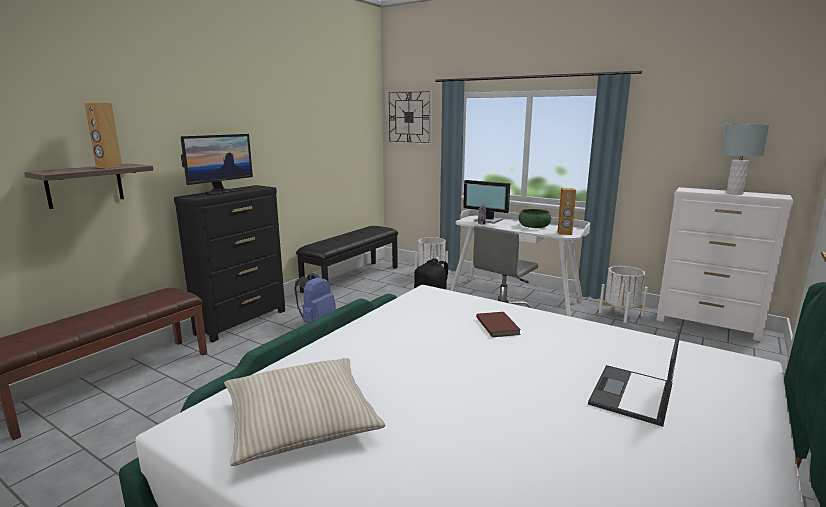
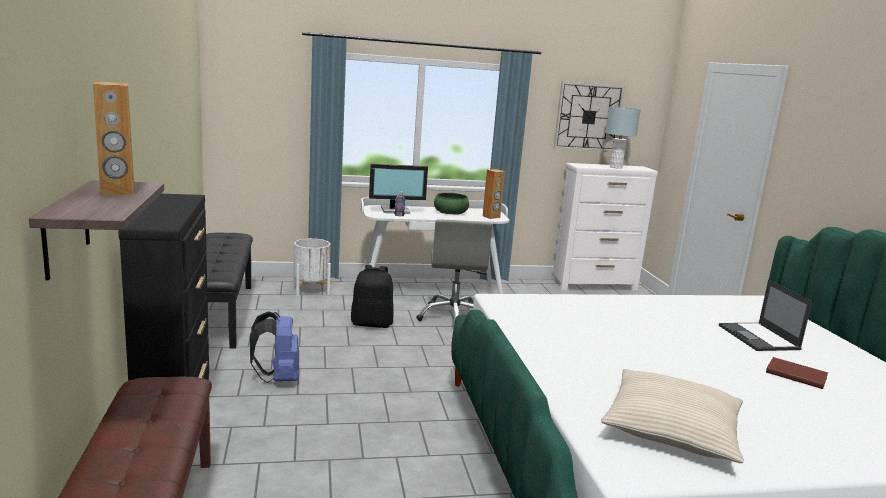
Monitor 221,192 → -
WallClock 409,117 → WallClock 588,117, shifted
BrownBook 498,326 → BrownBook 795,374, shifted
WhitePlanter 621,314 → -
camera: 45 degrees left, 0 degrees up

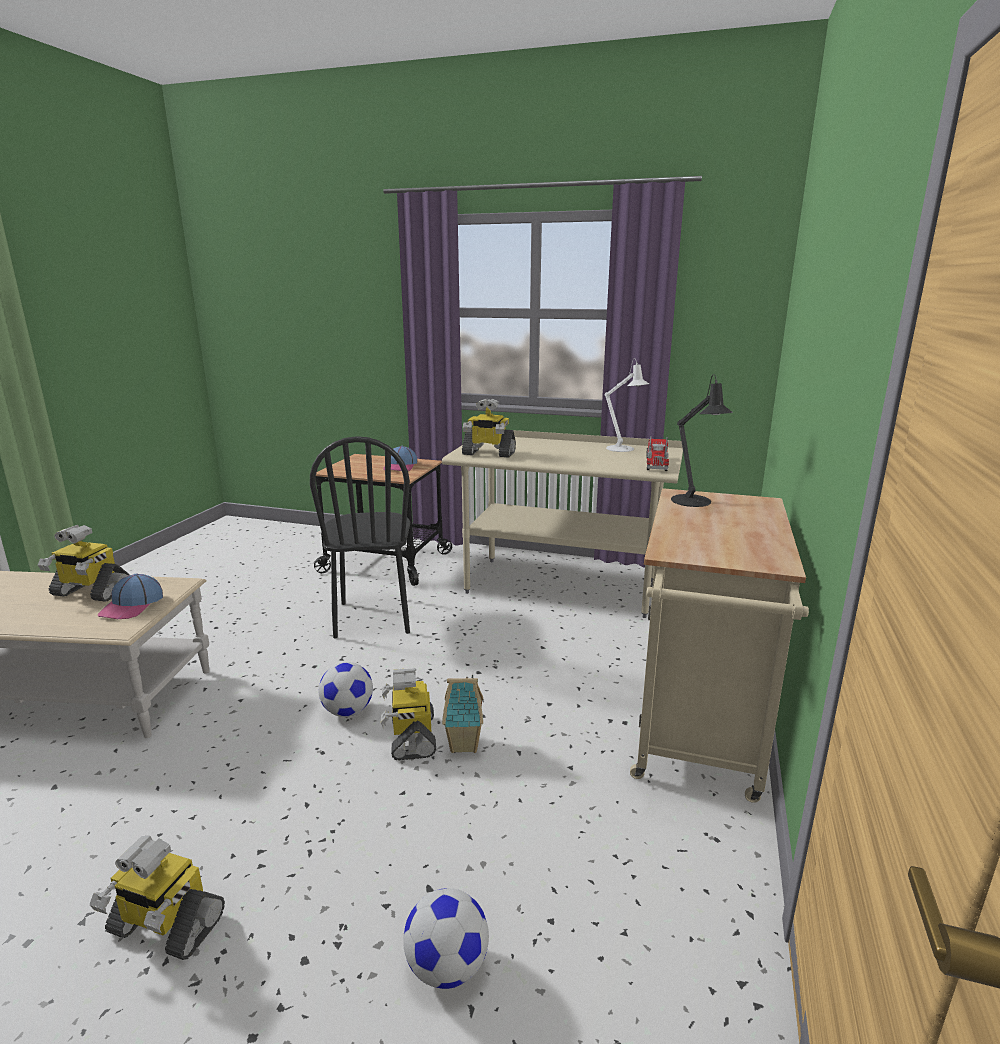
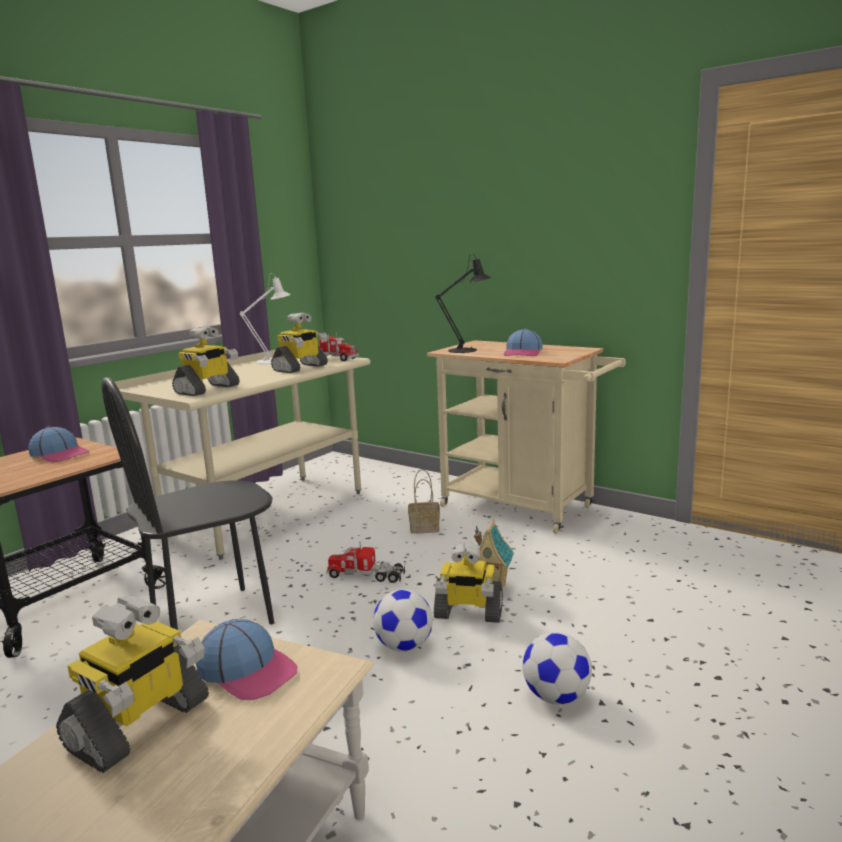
ToyRobot 165,926 → ToyRobot 301,368, shifted
BlackChair 373,618 → BlackChair 212,620, 135 degrees clockwise
Football 447,967 → Football 556,697, shifted
- → ToyTruck 366,575
- → Basket 425,527
- → Cap 523,353
camera: 70 degrees left, 5 degrees down

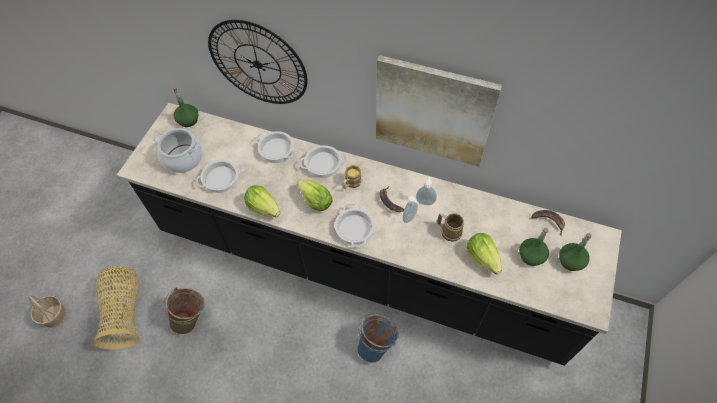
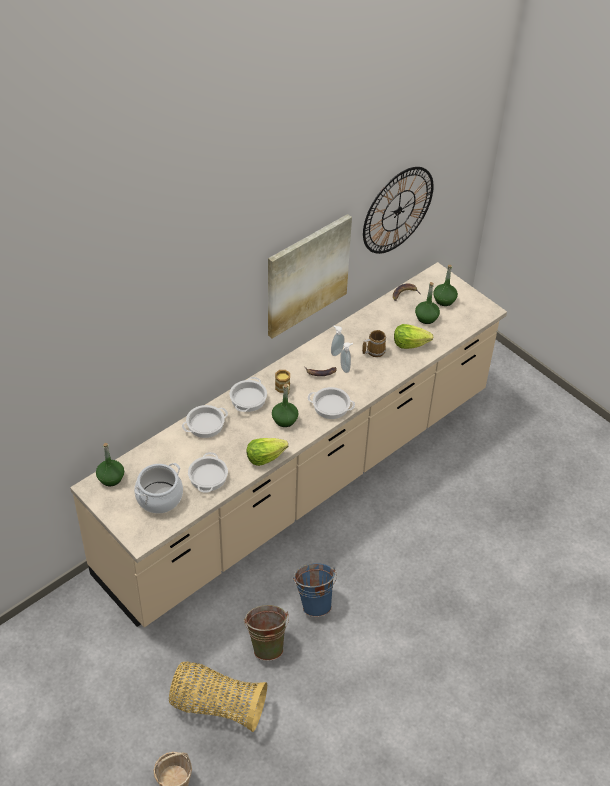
BlackCounter 360,265 → BeigeCounter 301,481
WallClock 257,64 → WallClock 398,210, shifted
Lettuce 316,201 → GreenBottle 285,420
BlueBucket 377,346 → BlueBucket 314,601, shifted
camera: 65 degrees left, 10 degrees down

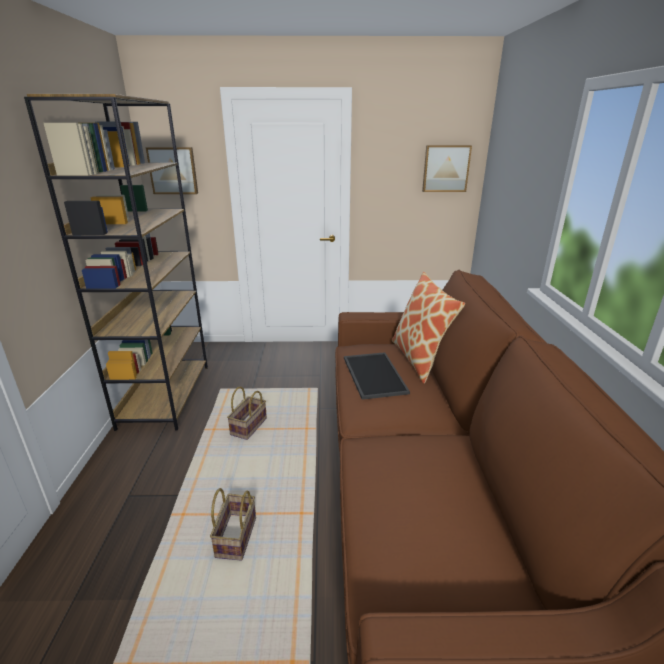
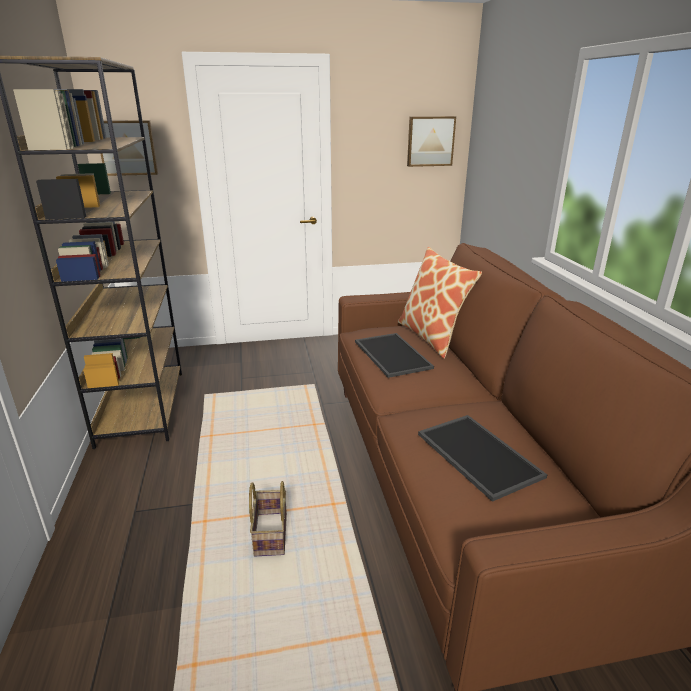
Basket 249,427 → -
- → Tray 476,455
camera: 10 degrees left, 0 degrees up

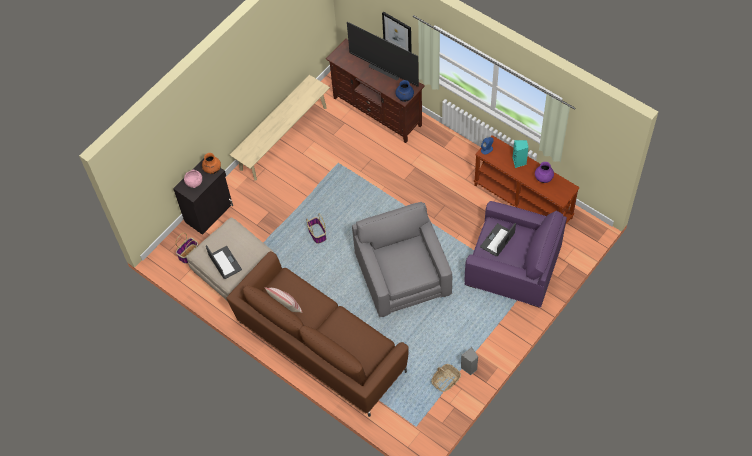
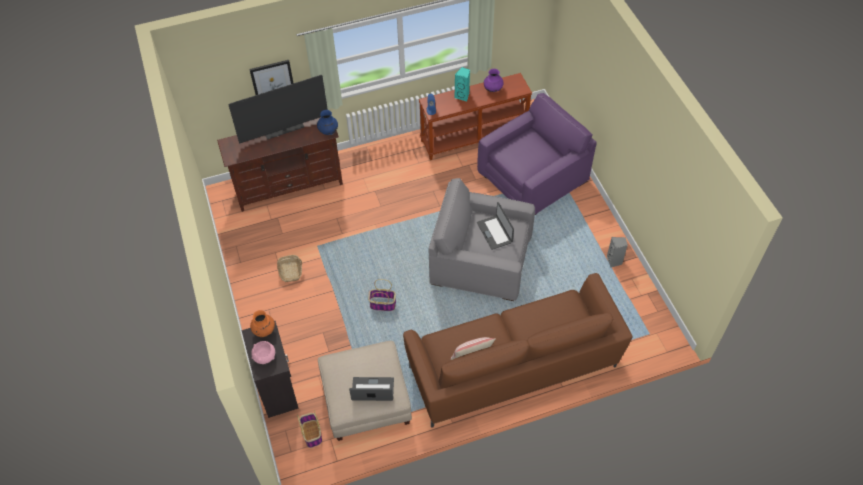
BeigeBench 283,138 → -
Basket 446,380 → Basket 290,271, shifted
Laptop 497,240 → Laptop 495,232, shifted
camera: 60 degrees left, 5 degrees down

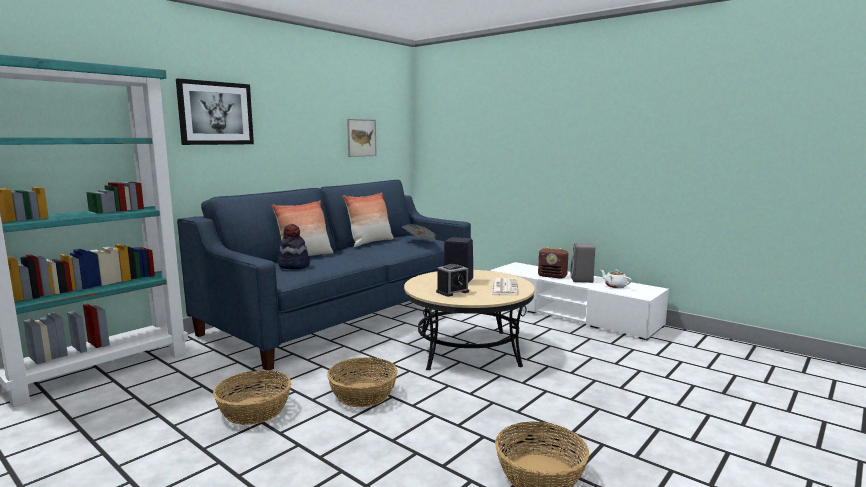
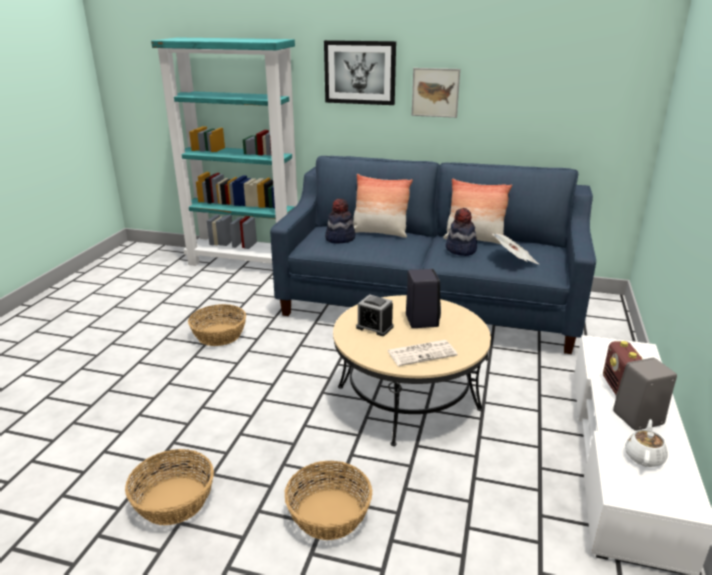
Basket 363,394 → Basket 329,514, shifted
Picture 361,137 → Picture 435,92, shifted
- → Hat 460,250
camera: 65 degrees right, 15 degrees up

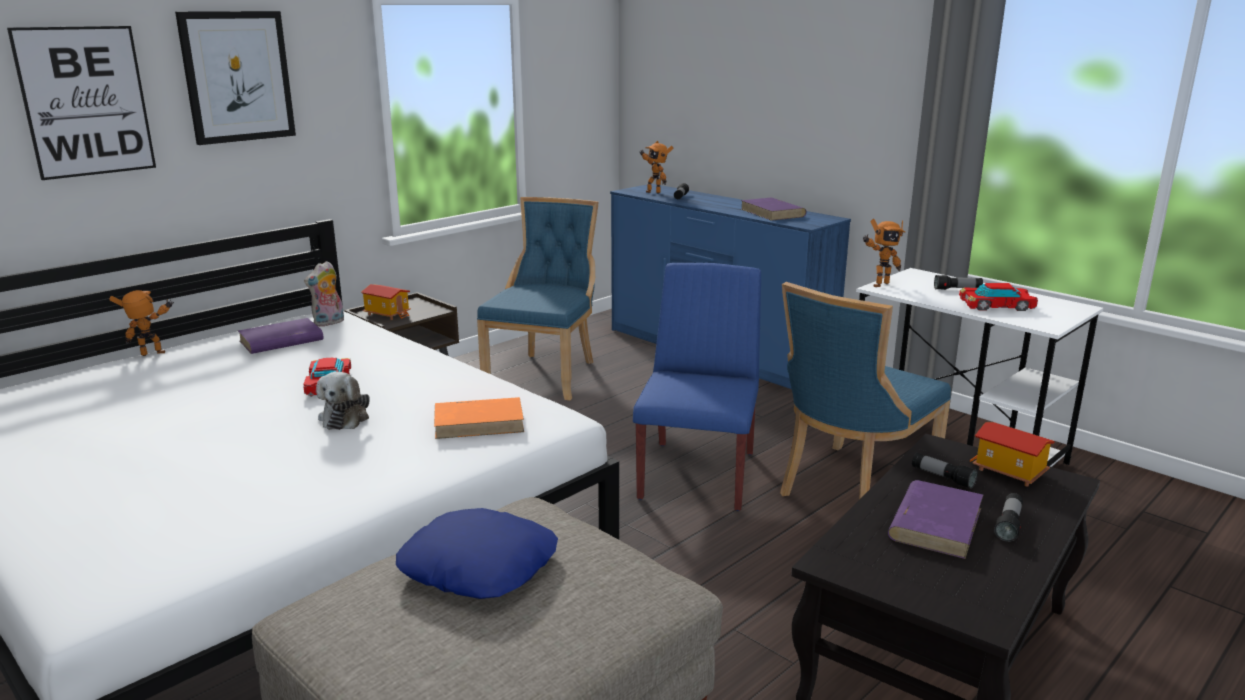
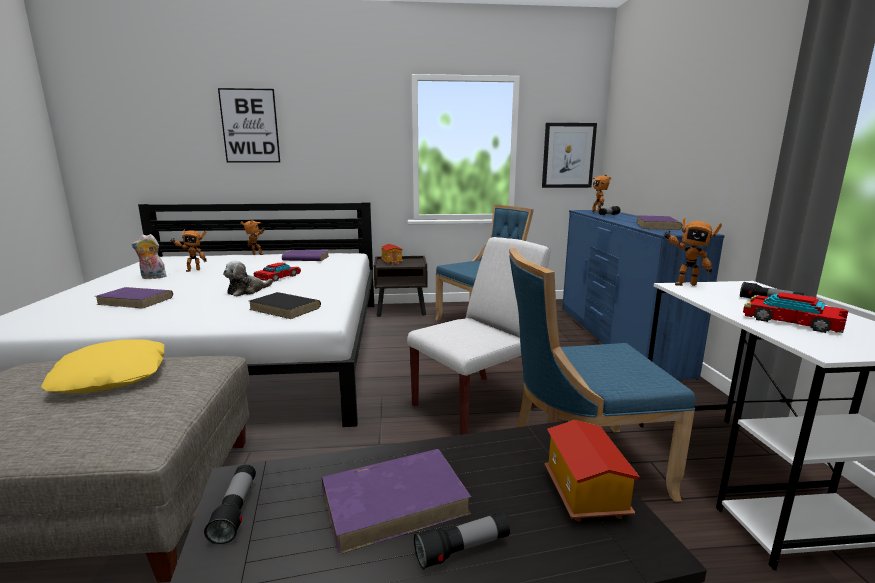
Picture 237,77 → Picture 568,155, shifted
PlushToy 329,323 → PlushToy 152,277, shifted
BluePillow 479,566 → YellowPillow 113,376
OrangeBook 480,422 → BlackBook 285,308
BlueChair 698,474 → WhiteChair 476,406
Flashlight 942,478 → Flashlight 235,511, shifted
- → PurpleBook 136,301
- → ToyRobot 192,270
camera: 40 degrees right, 5 degrees down

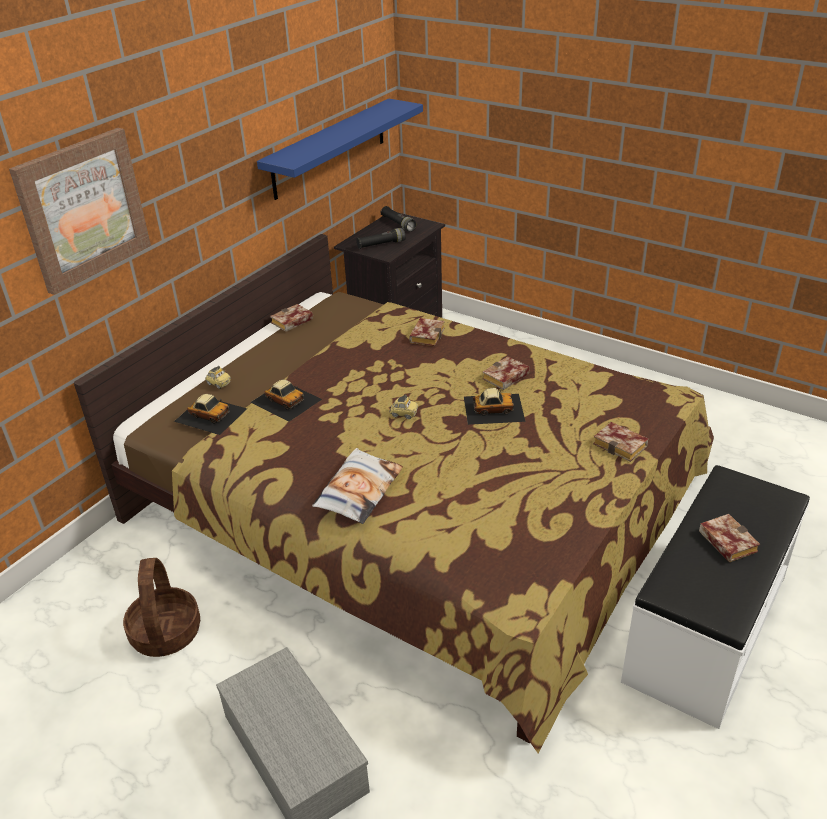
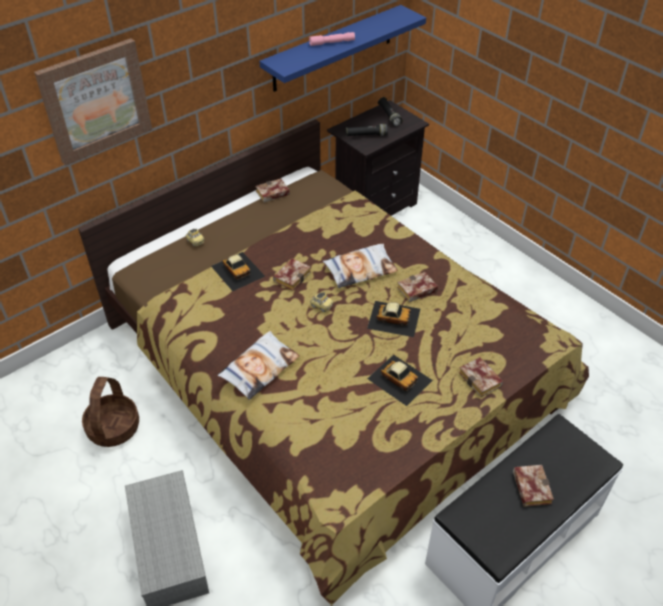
ToyCar 210,414 → ToyCar 399,379, shifted
Book 426,335 → Book 292,276, shifted
- → PinkFlashlight 332,43
- → Pillow 360,269
camera: 15 degrees right, 10 degrees up

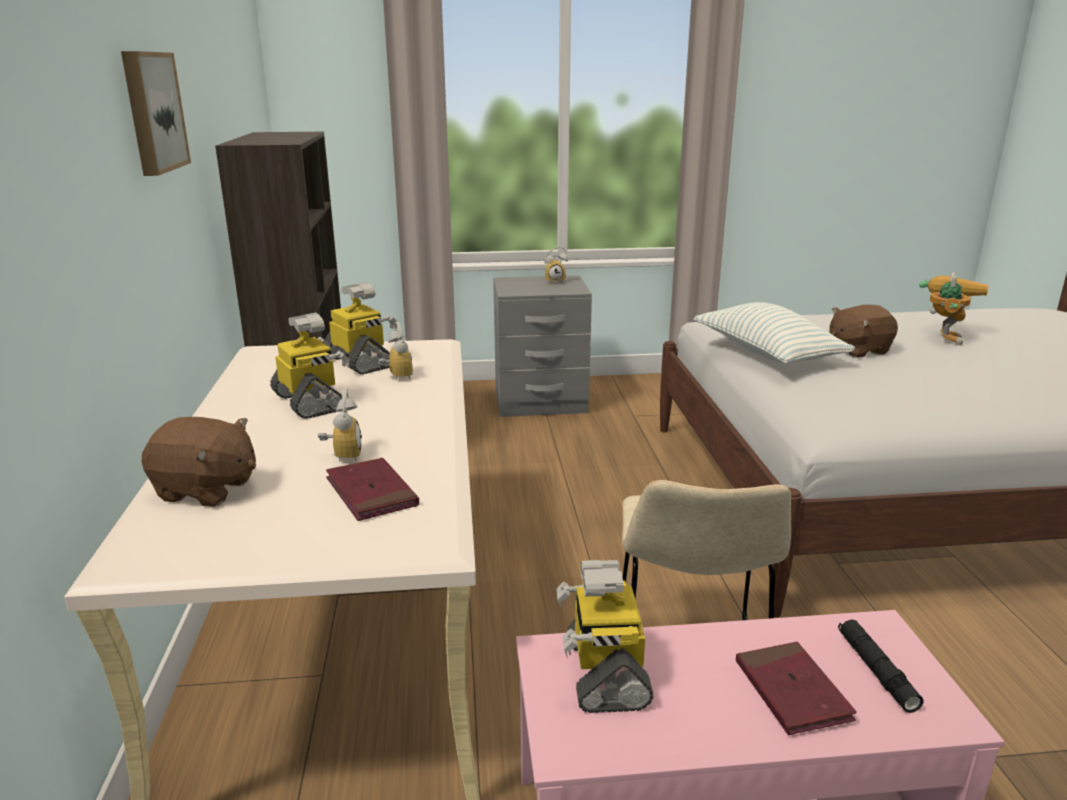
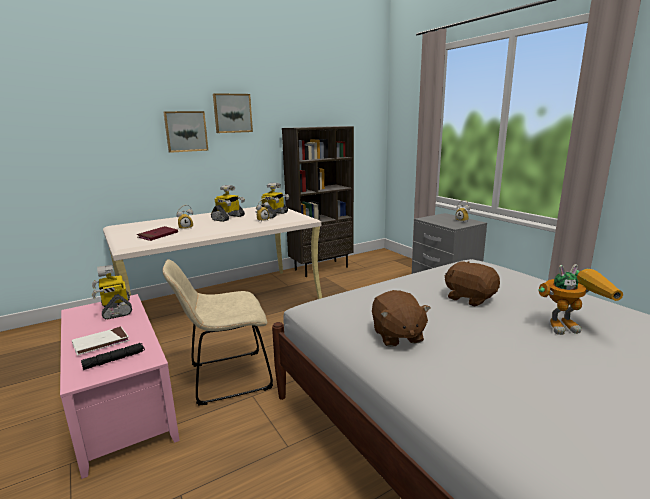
BrownPlushToy 206,490 → BrownPlushToy 397,336, shifted
ToyRobot 604,671 → ToyRobot 116,309, 90 degrees counterclockwise
Pillow 767,354 → -
RedBook 792,691 → WhiteBook 101,343
- → Picture 186,131
camera: 65 degrees right, 5 degrees down

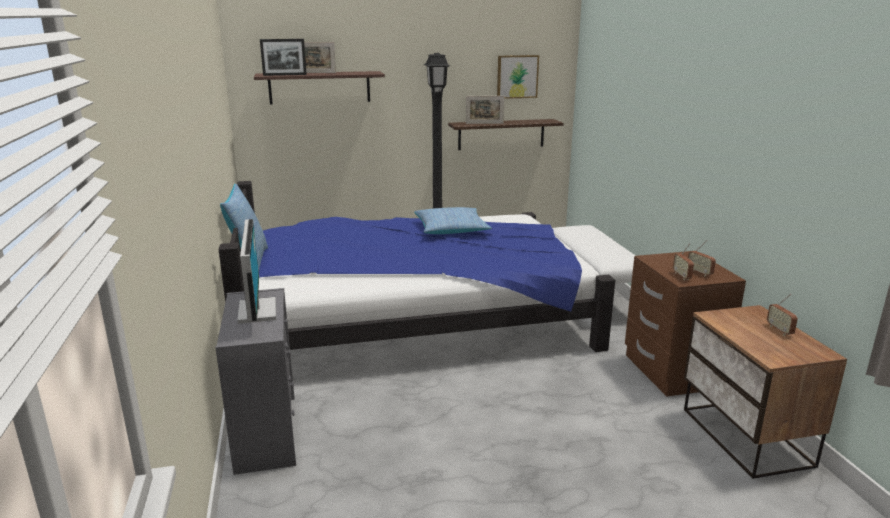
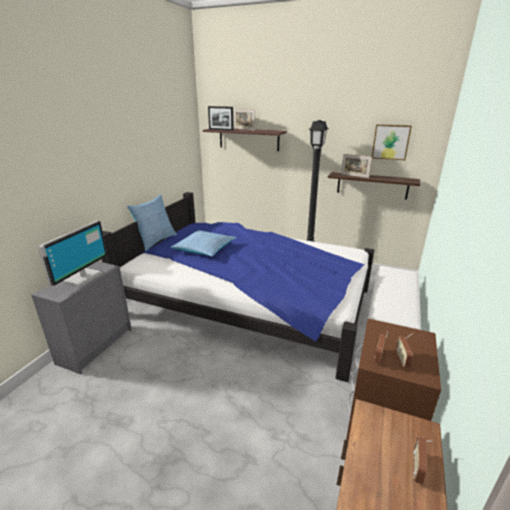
Pillow 451,229 → Pillow 204,248, shifted
camera: 35 degrees right, 5 degrees up

